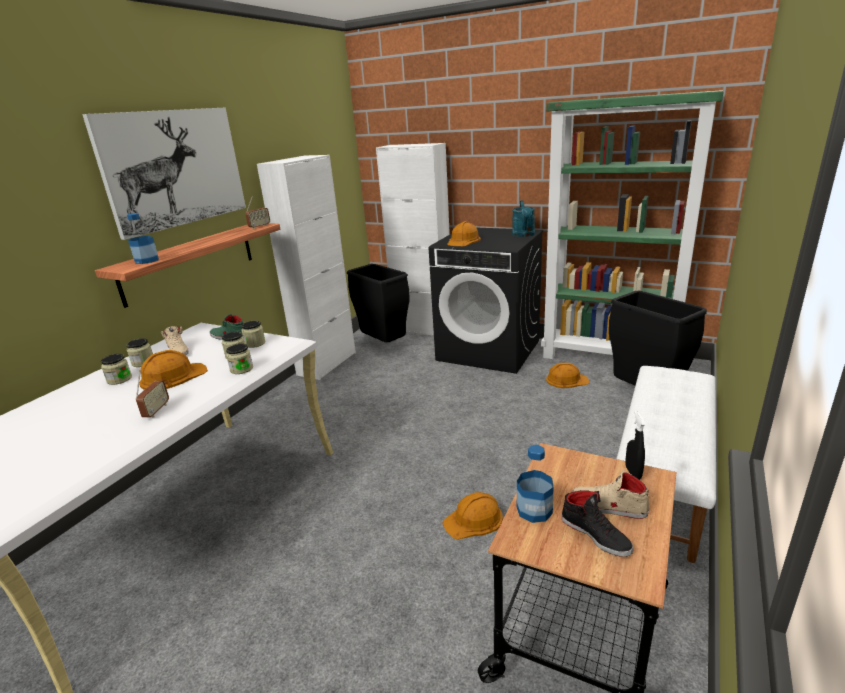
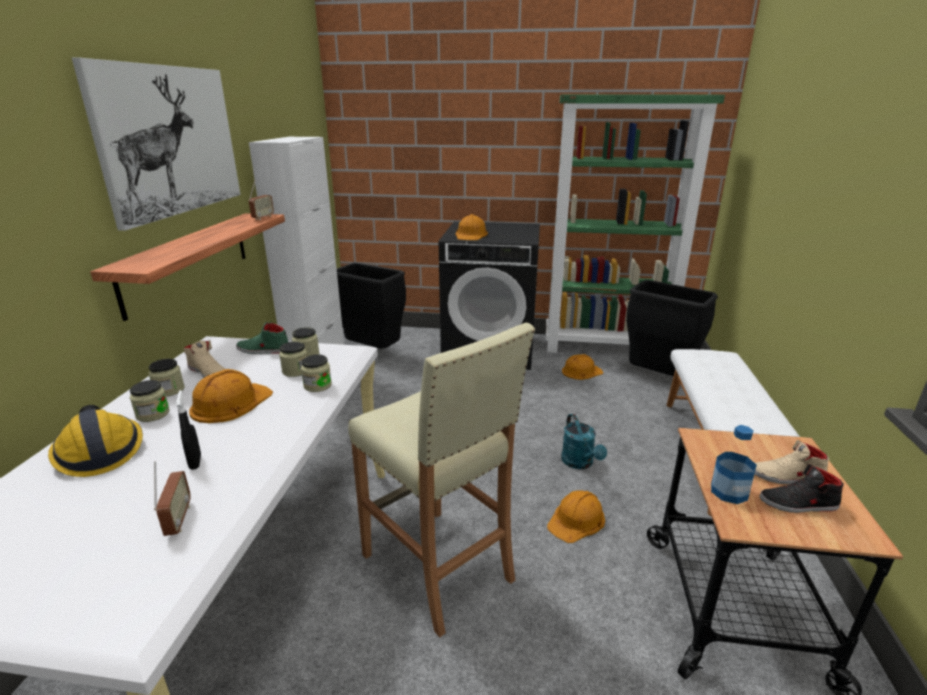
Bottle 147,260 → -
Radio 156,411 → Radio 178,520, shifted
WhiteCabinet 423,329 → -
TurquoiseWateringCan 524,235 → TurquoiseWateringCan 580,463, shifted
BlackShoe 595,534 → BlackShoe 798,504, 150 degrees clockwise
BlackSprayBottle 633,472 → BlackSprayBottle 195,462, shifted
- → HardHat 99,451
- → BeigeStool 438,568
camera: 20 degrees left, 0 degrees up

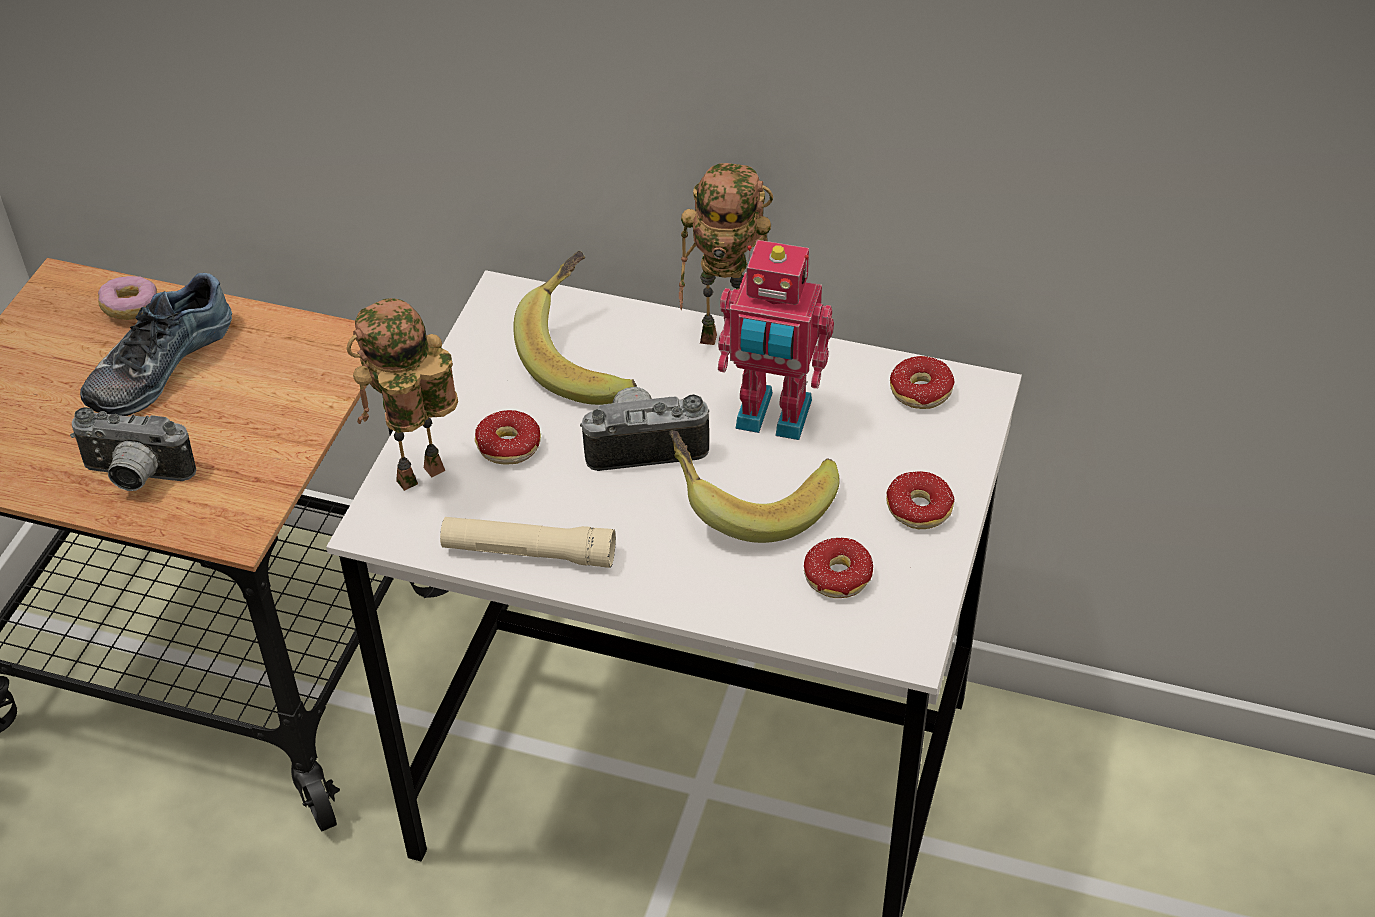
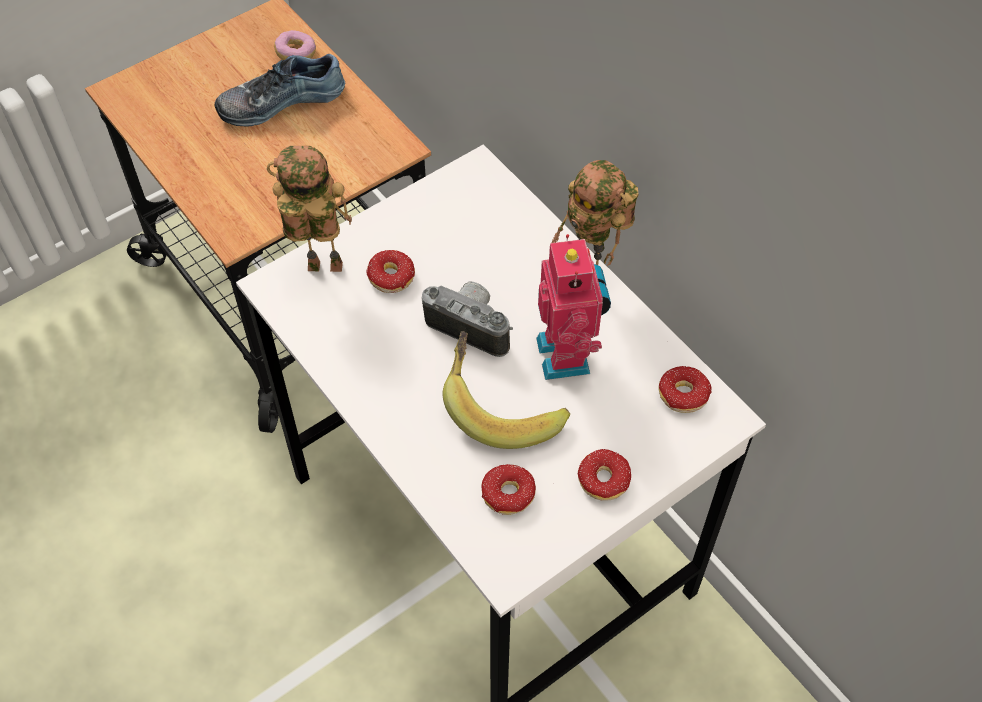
PhotoCamera 135,478 → -
BeigeFlashlight 528,552 → -
Banana 585,357 → -
ToyRobot 772,418 → ToyRobot 567,355, 150 degrees counterclockwise
camera: 35 degrees right, 10 degrees up

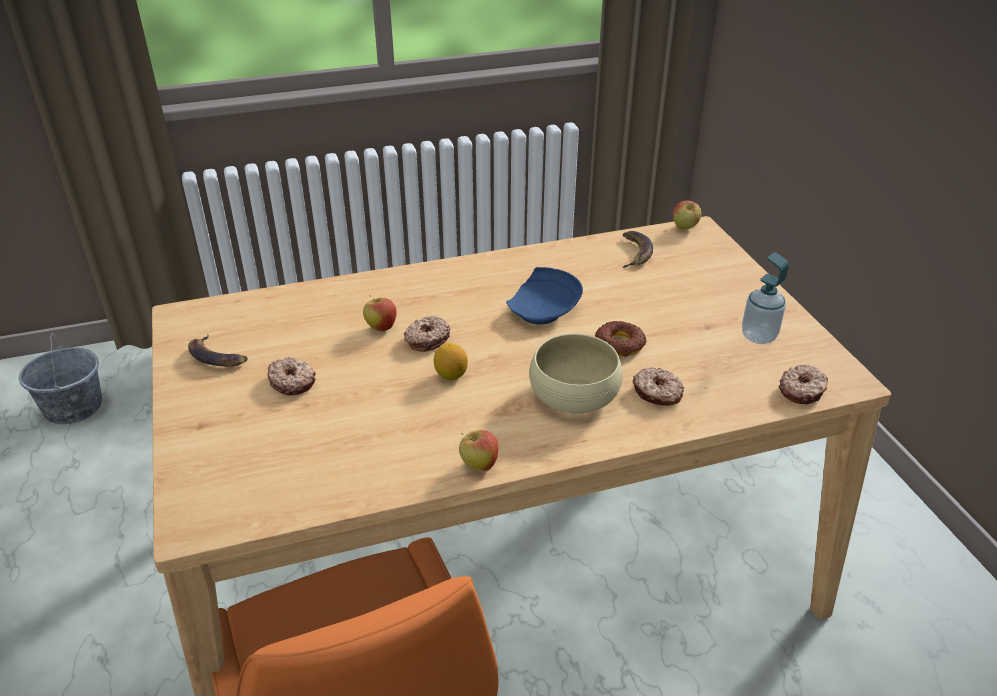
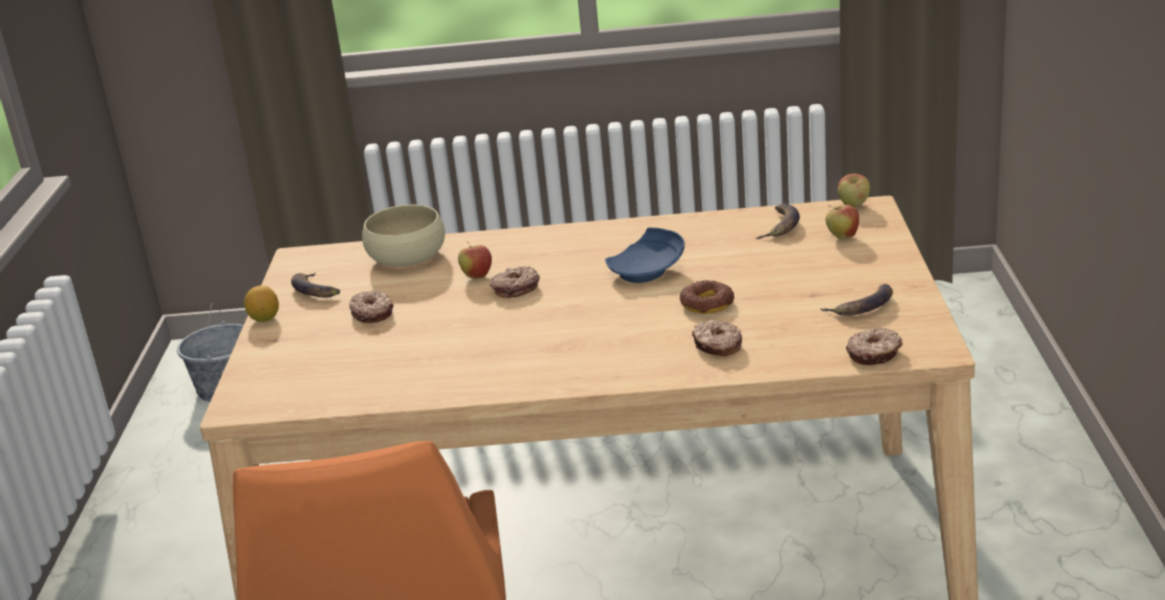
Lemon 450,375 → Lemon 264,318, shifted
Apple 479,465 → Apple 842,237, shifted
BeigeBowl 574,394 → BeigeBowl 407,257, shifted
SoapDispenser 758,336 → Banana 863,306
camera: 20 degrees right, 10 degrees down

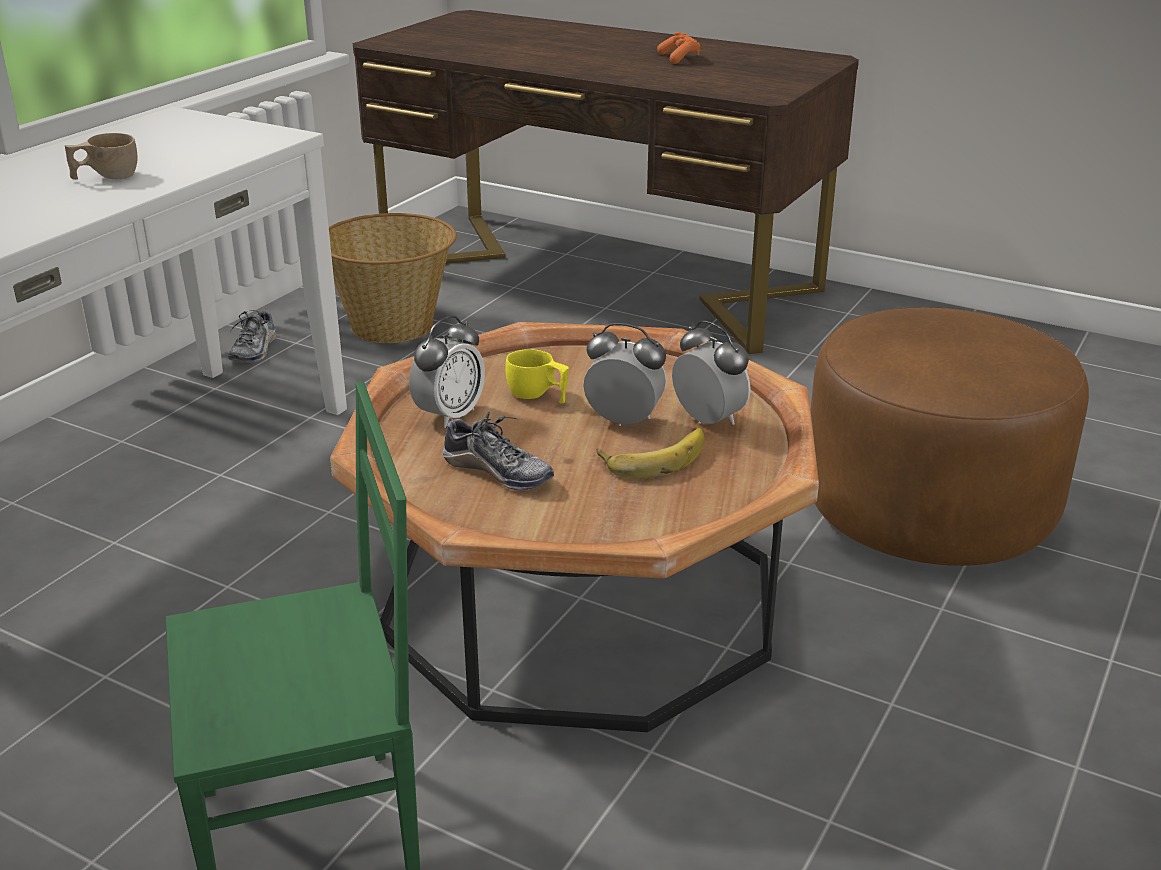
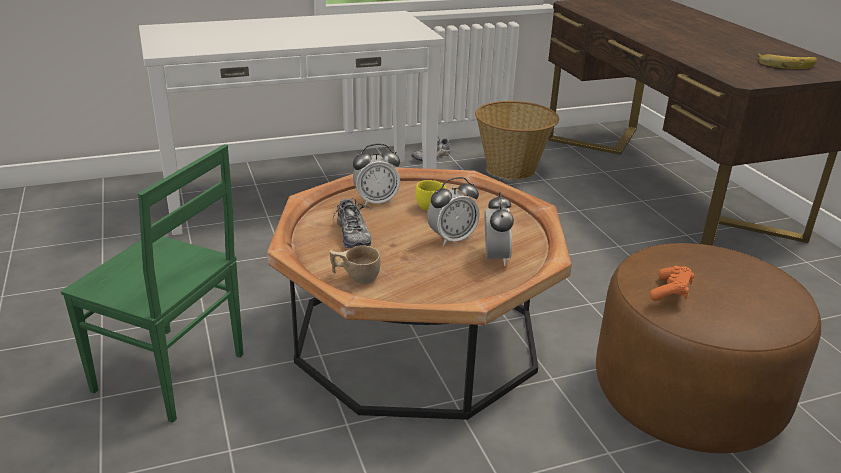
BeigeCup 106,177 → BeigeCup 355,277, shifted
AlarmClock 624,420 → AlarmClock 451,239, 90 degrees clockwise
Banana 653,456 → Banana 785,64, shifted
OrangeGameController 679,58 → OrangeGameController 670,292, shifted
camera: 40 degrees right, 0 degrees up

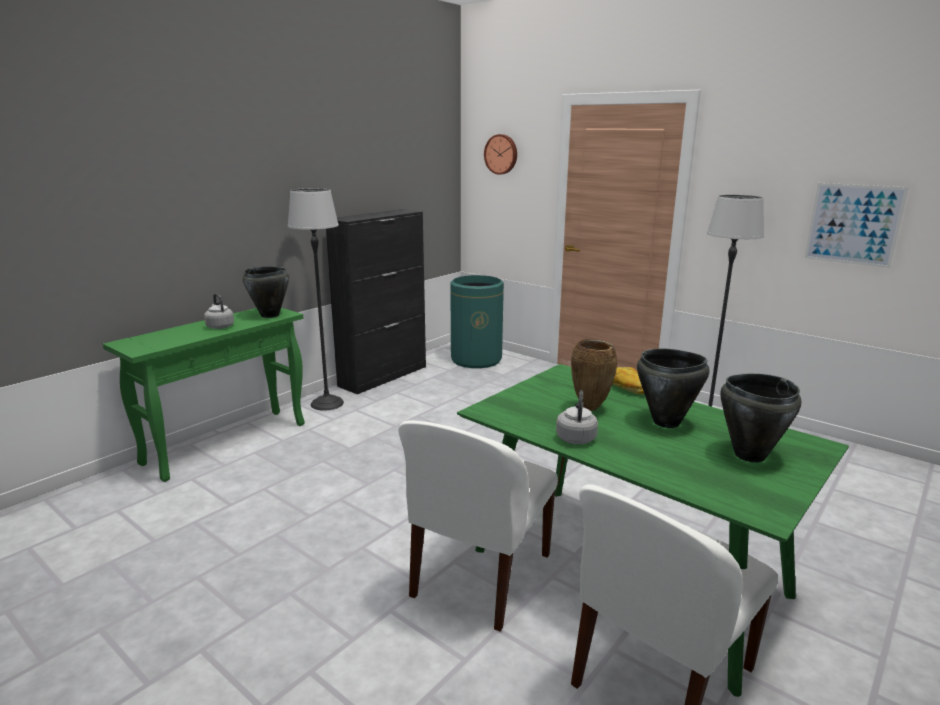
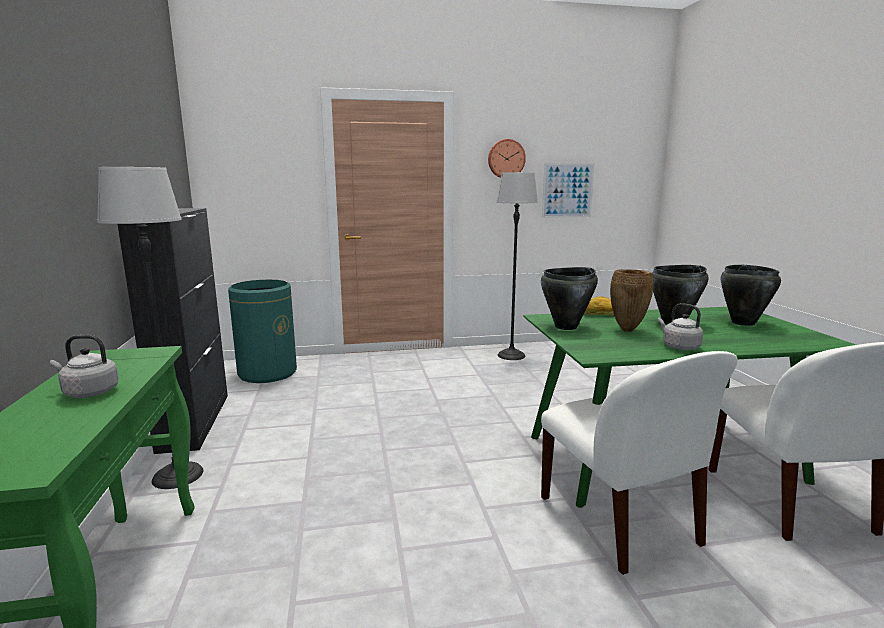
BlackCookingPot 270,315 → BlackCookingPot 566,327, shifted
WallClock 501,154 → WallClock 506,159, shifted
camera: 50 degrees left, 5 degrees down

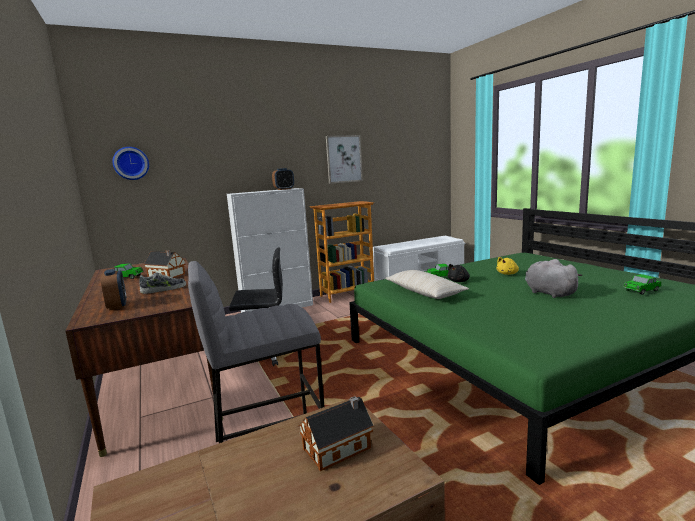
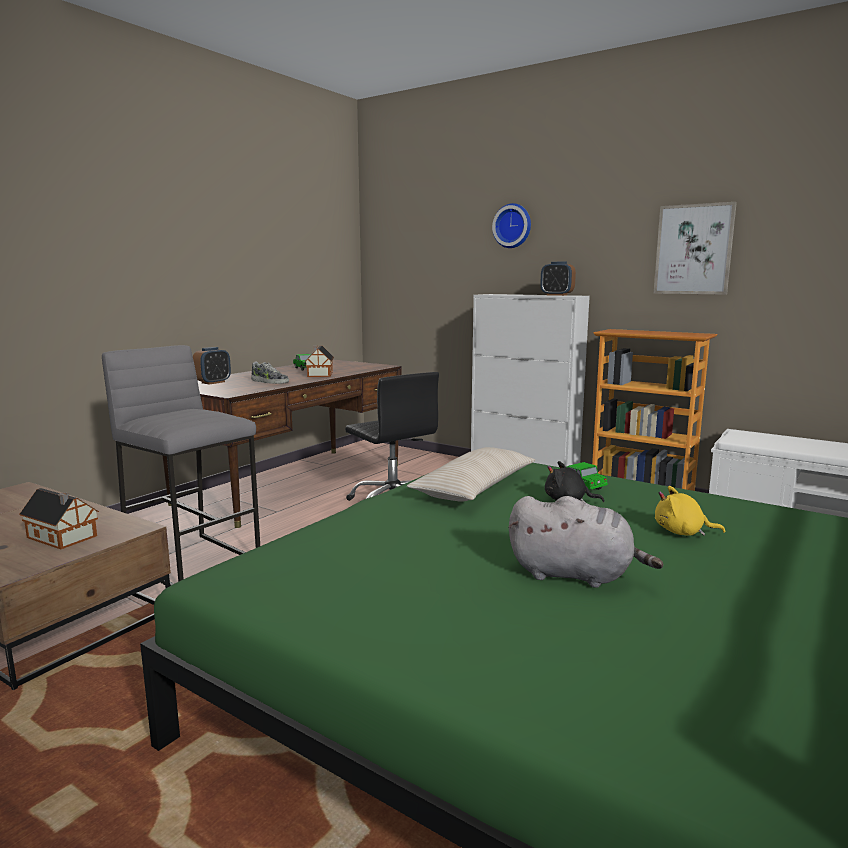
WallClock 131,163 → WallClock 513,226, shifted
GreyPlushToy 548,293 → GreyPlushToy 575,575, 75 degrees clockwise
ToyCar 641,290 → -
camera: 60 degrees right, 0 degrees up

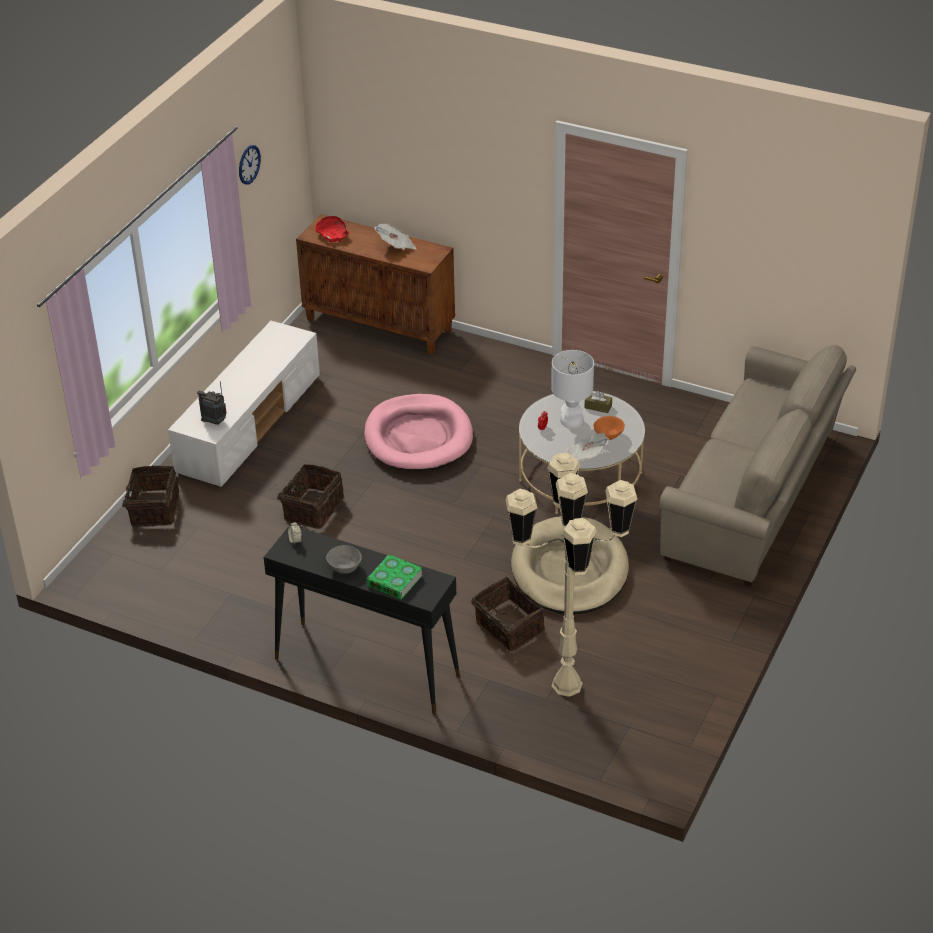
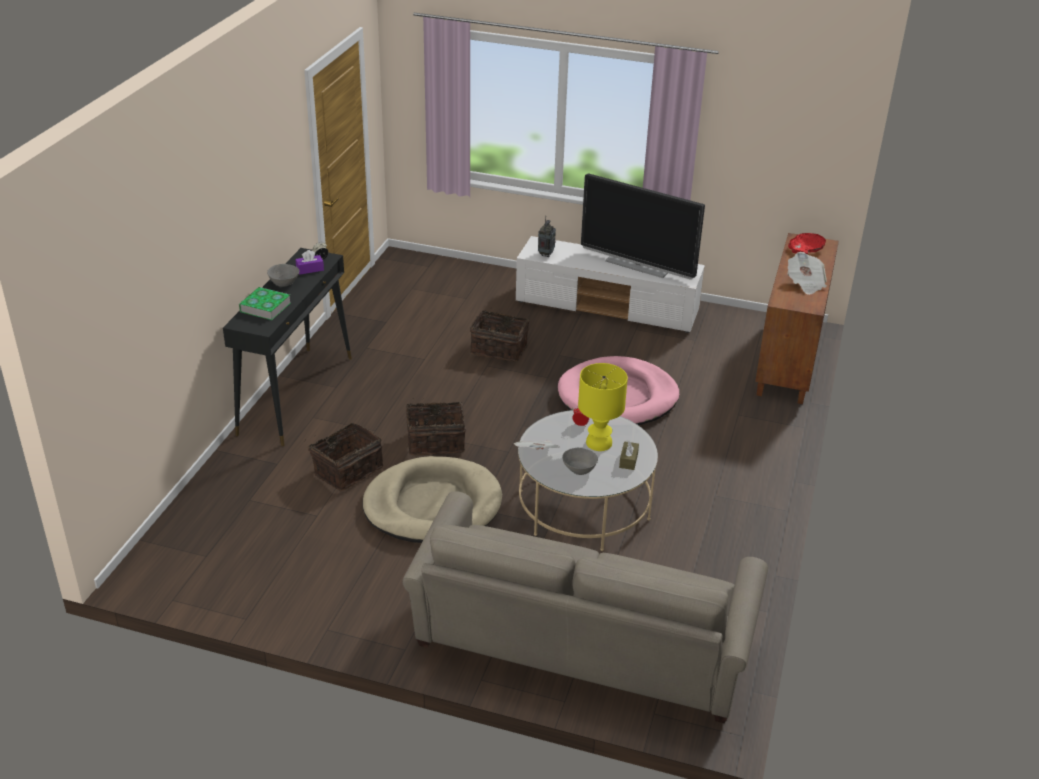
Basket 153,509 → Basket 435,441, shifted
WallClock 249,164 → -
BeigeFloorLamp 566,685 → -
WhiteTableLamp 571,421 → YellowTableLamp 598,443
OrangeBowl 608,435 → GreyBowl 579,469
- → PurpleTissueBox 310,269
- → Television 638,265
camera: 80 degrees right, 5 degrees down

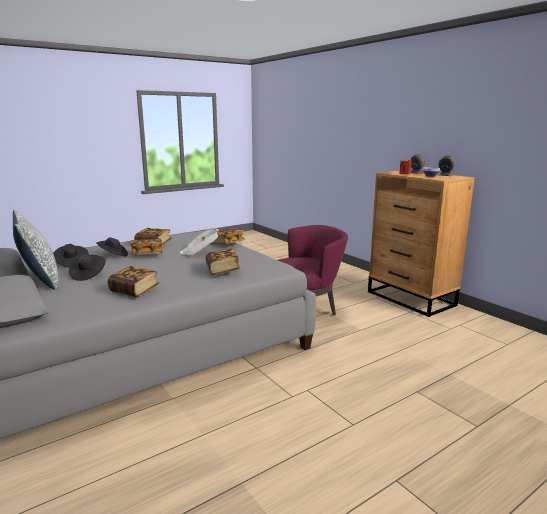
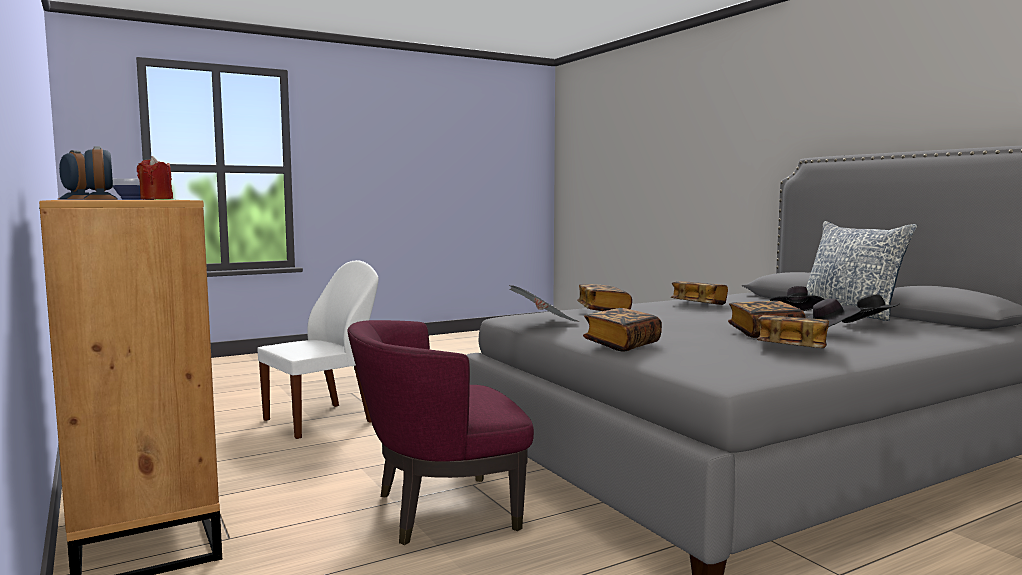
Newspaper 200,252 → Newspaper 543,322, shifted
- → WhiteChair 321,420
camera: 175 degrees left, 10 degrees down

